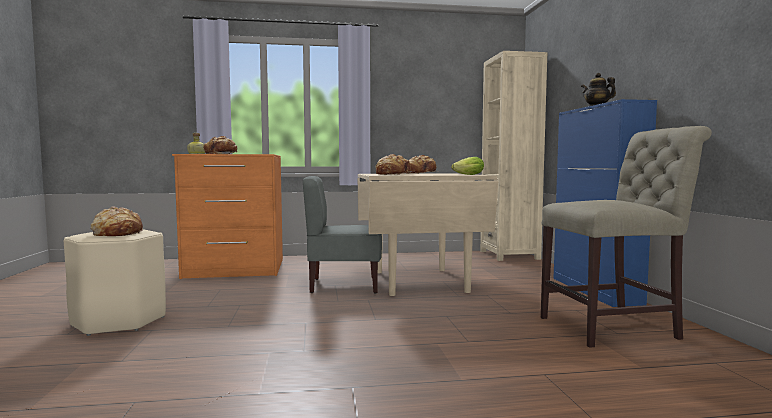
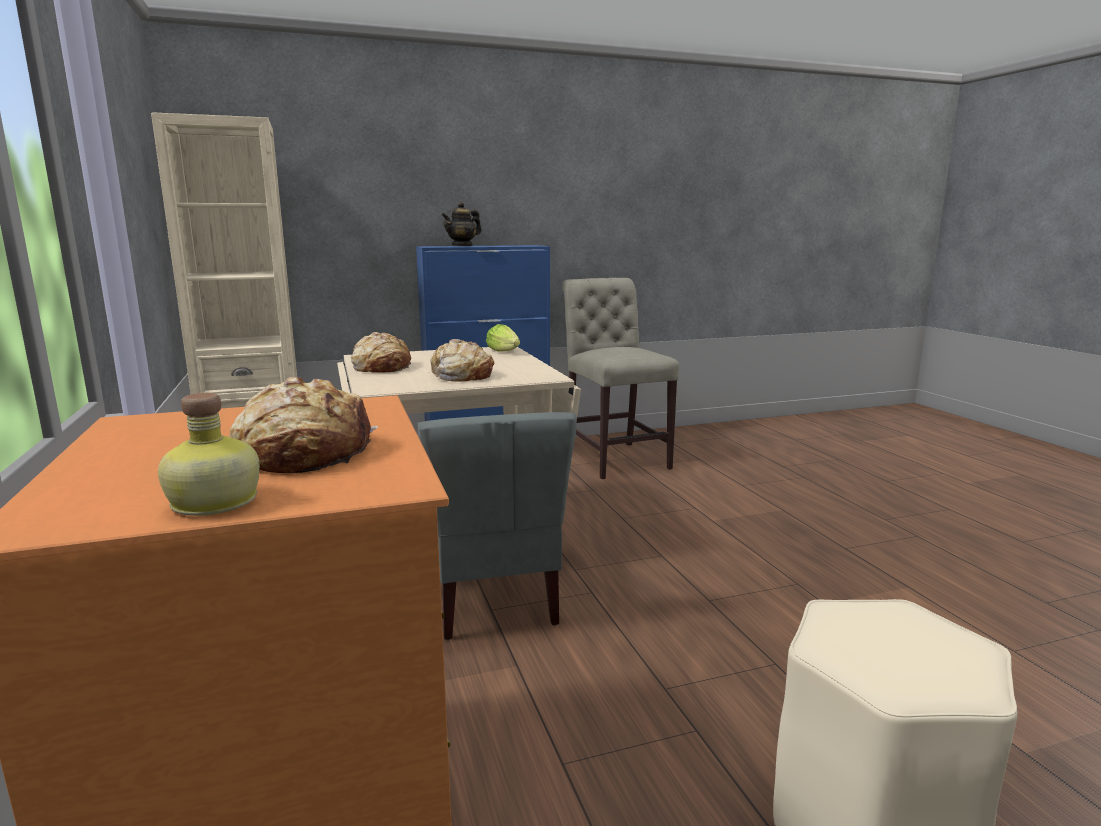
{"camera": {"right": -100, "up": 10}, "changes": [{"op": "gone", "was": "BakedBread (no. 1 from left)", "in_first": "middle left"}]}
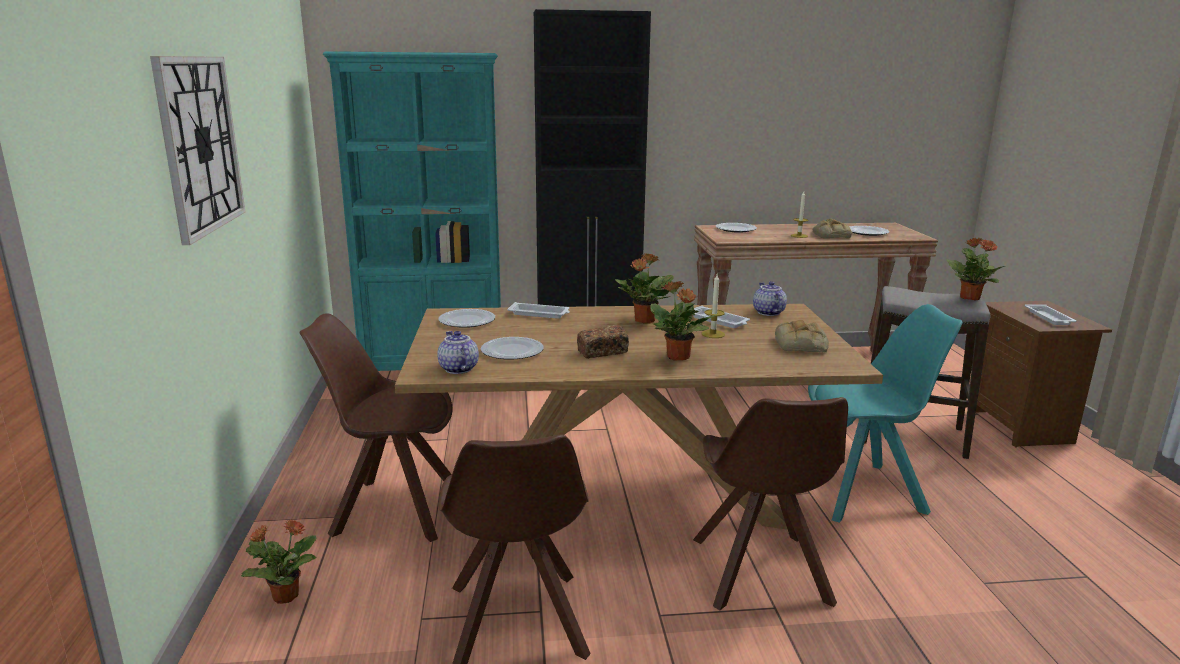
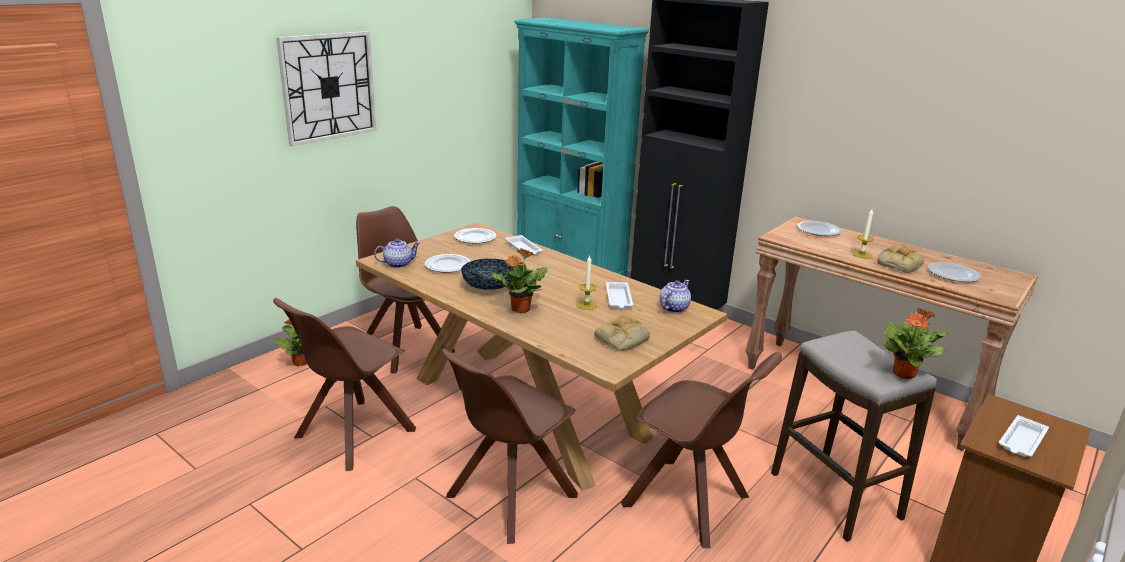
{"camera": {"right": 45, "up": 5}, "changes": [{"op": "gone", "was": "PottedPlant (no. 2 from left)", "in_first": "centre"}, {"op": "swapped", "was": "BakedBread (no. 1 from left)", "now": "DeepDish", "in_first": "centre", "in_second": "centre"}, {"op": "repainted", "was": "BlueGreenUprightChair", "now": "BrownUprightChair (no. 4 from left)", "in_first": "middle right", "in_second": "bottom centre"}, {"op": "rotated", "was": "PotForTea (no. 1 from left)", "in_first": "centre", "in_second": "centre", "clockwise": 45}]}
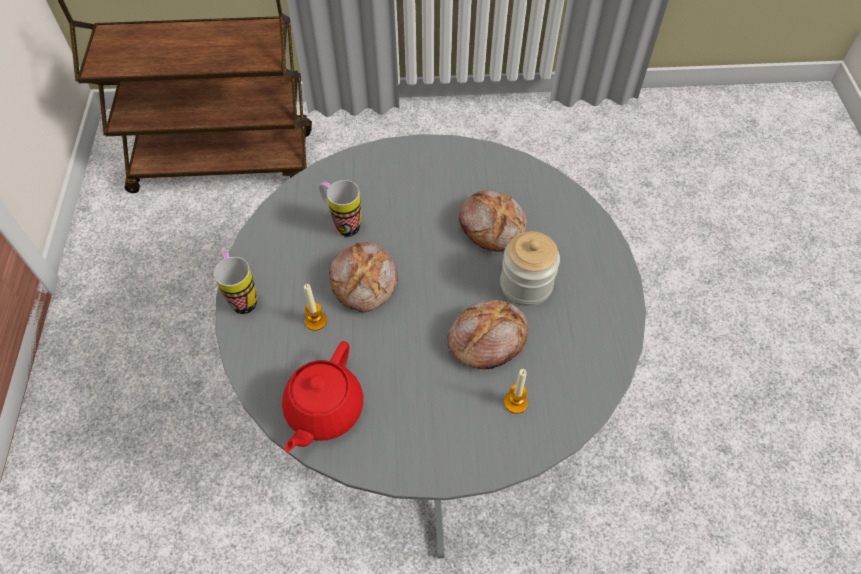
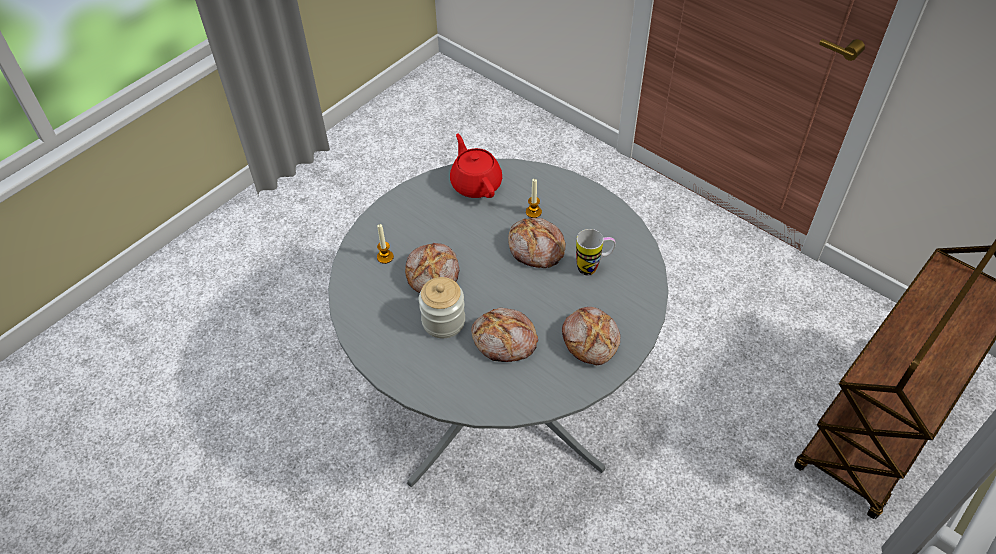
{"camera": {"right": 135, "up": -5}, "changes": [{"op": "gone", "was": "CoffeeMug (no. 1 from left)", "in_first": "middle left"}, {"op": "new", "now": "BakedBread (no. 4 from left)", "in_second": "centre"}]}
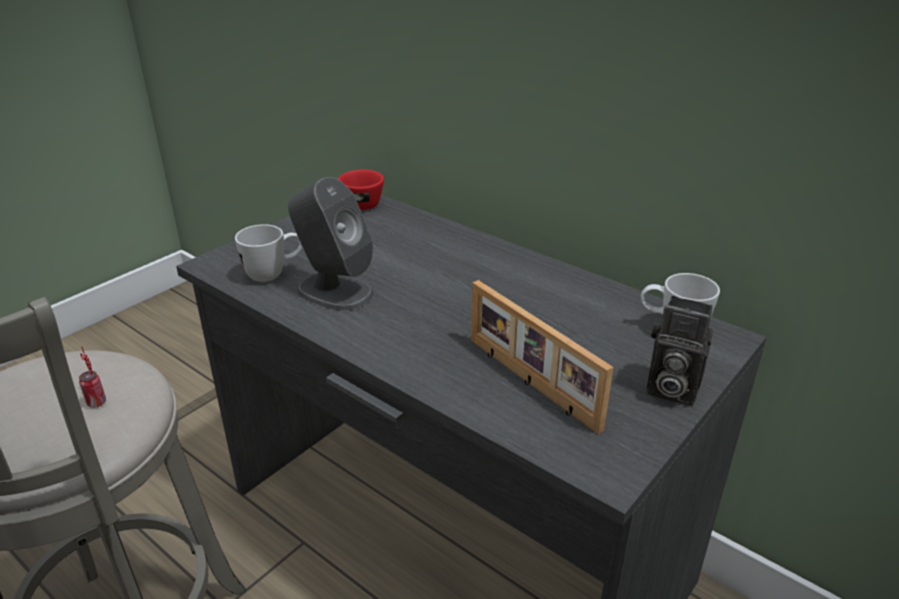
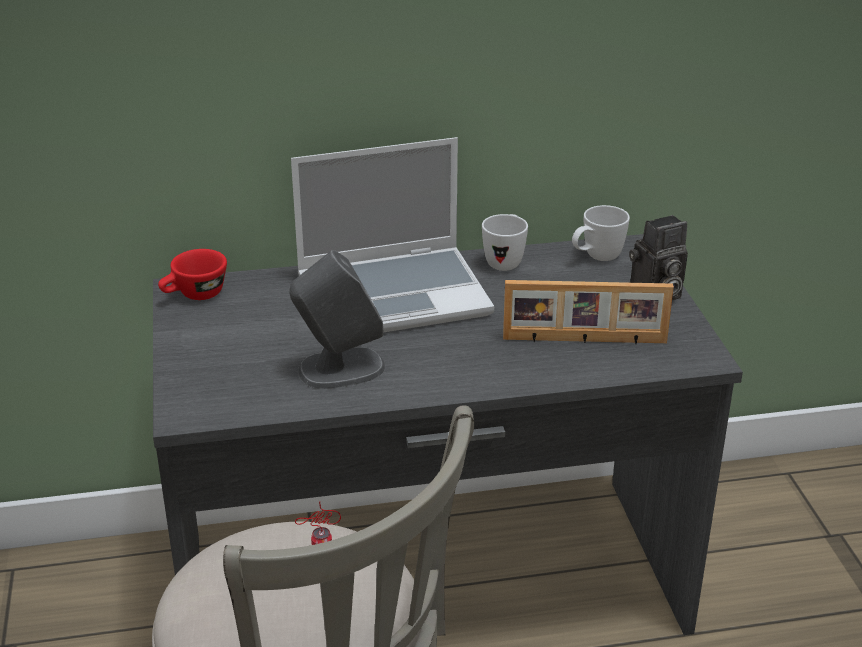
{"camera": {"right": -50, "up": 0}, "changes": [{"op": "new", "now": "NotebookComputer", "in_second": "centre"}, {"op": "shifted", "was": "WhiteCoffeeMug (no. 1 from left)", "in_first": "middle left", "in_second": "centre"}]}
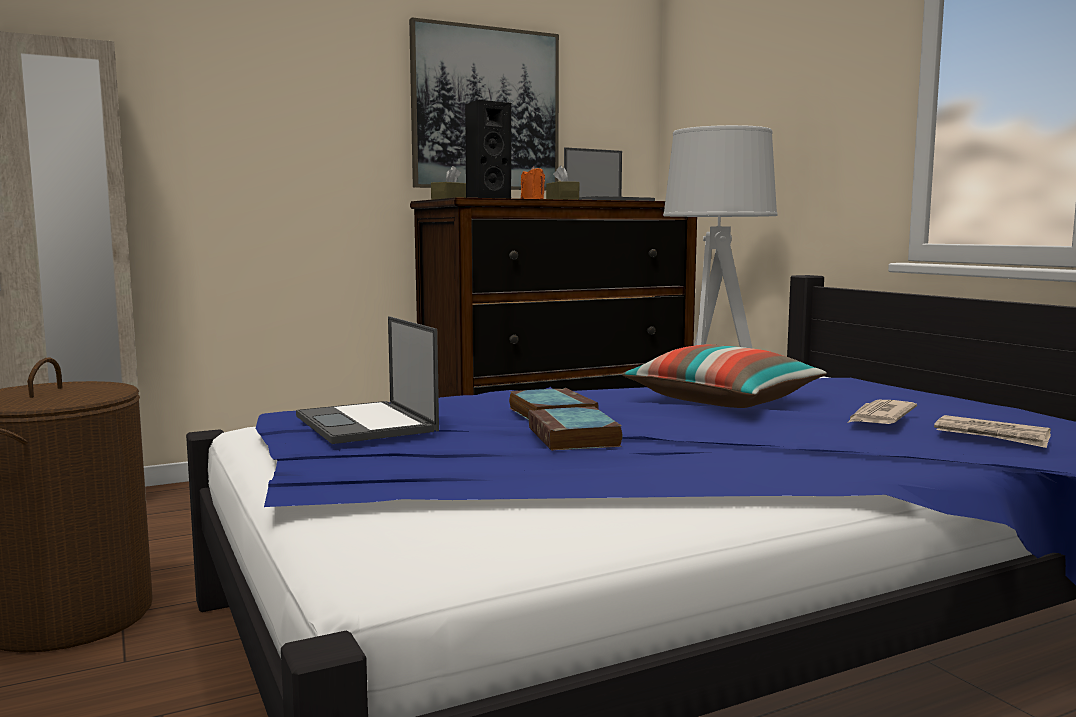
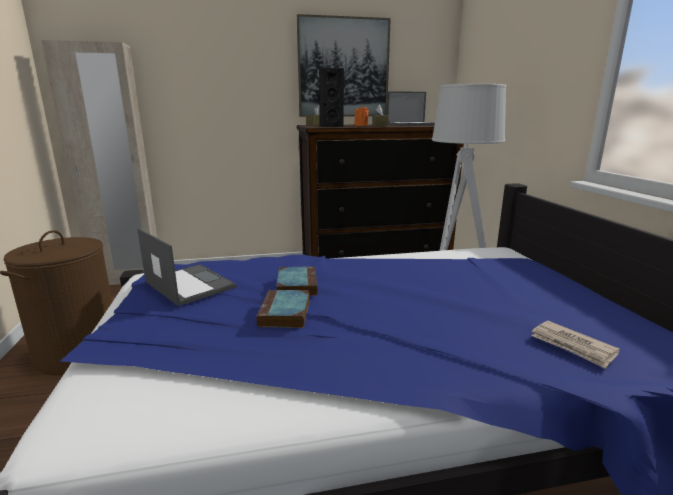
{"camera": {"right": 15, "up": 10}, "changes": [{"op": "gone", "was": "Pillow", "in_first": "middle right"}, {"op": "gone", "was": "Newspaper (no. 1 from left)", "in_first": "middle right"}, {"op": "rotated", "was": "NotebookComputer (no. 1 from left)", "in_first": "centre", "in_second": "middle left", "clockwise": 150}]}
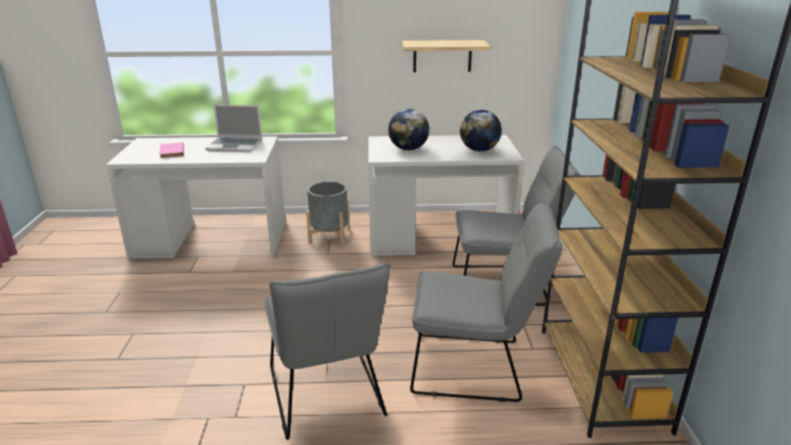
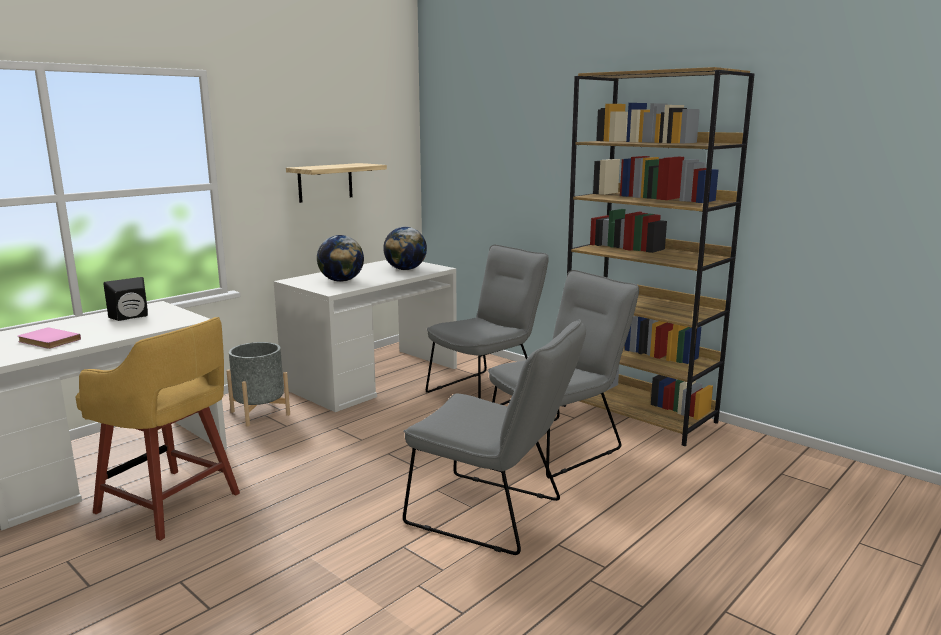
{"camera": {"right": -45, "up": -10}, "changes": [{"op": "new", "now": "YellowColouredStool", "in_second": "bottom left"}, {"op": "swapped", "was": "NotebookComputer", "now": "BlackAudioSpeaker", "in_first": "top left", "in_second": "middle left"}]}
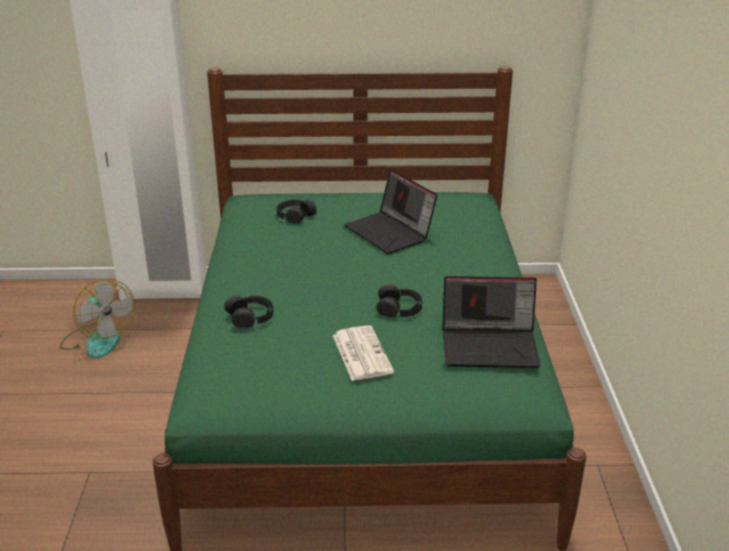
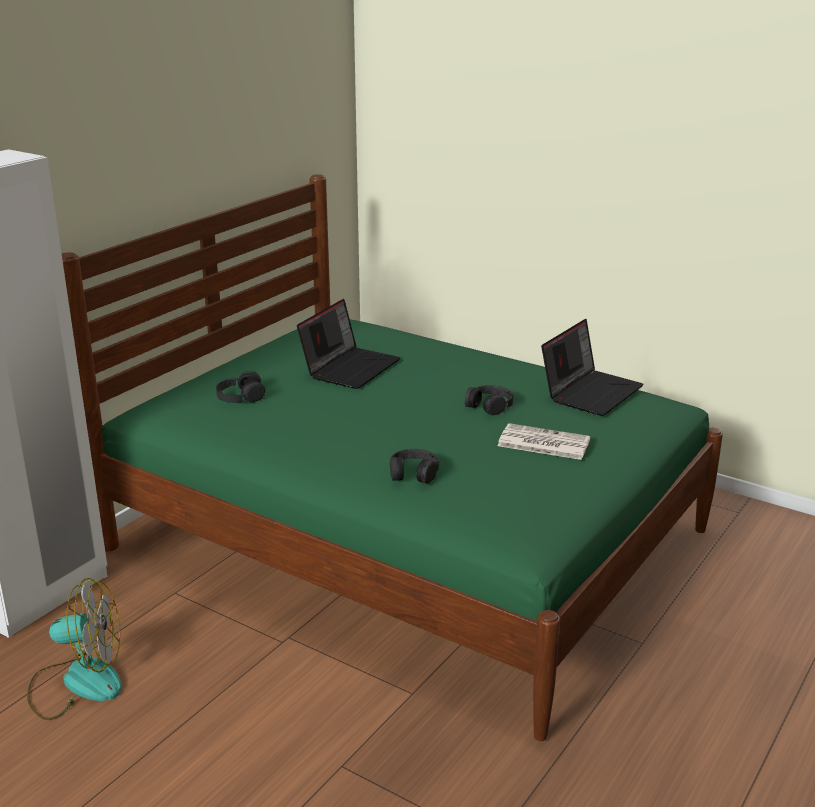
{"camera": {"right": -55, "up": -5}, "changes": [{"op": "rotated", "was": "NotebookComputer (no. 1 from left)", "in_first": "centre", "in_second": "centre", "clockwise": -60}]}
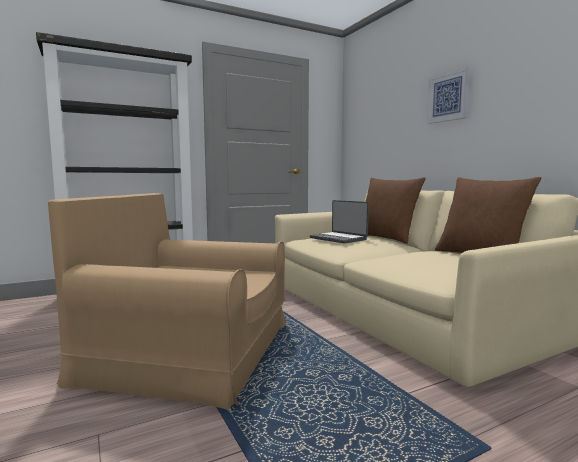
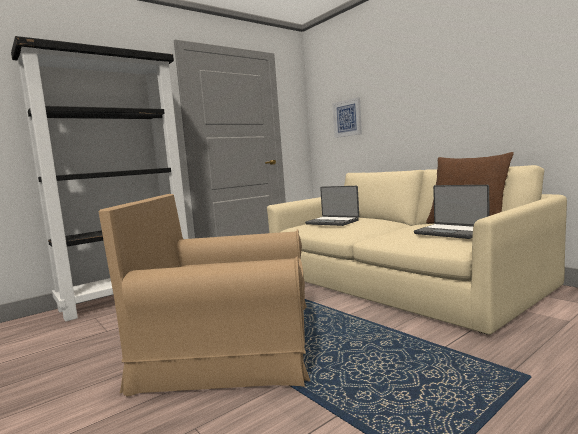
{"camera": {"right": -10, "up": 0}, "changes": [{"op": "gone", "was": "BrownPillow (no. 1 from left)", "in_first": "middle right"}, {"op": "new", "now": "NotebookComputer (no. 2 from left)", "in_second": "middle right"}, {"op": "shifted", "was": "Picture", "in_first": "top right", "in_second": "top centre"}]}
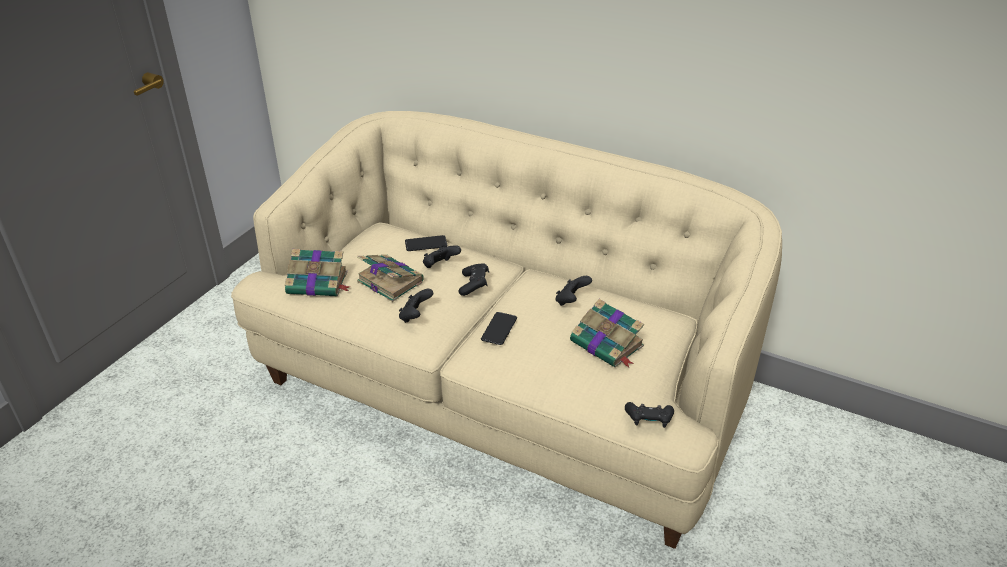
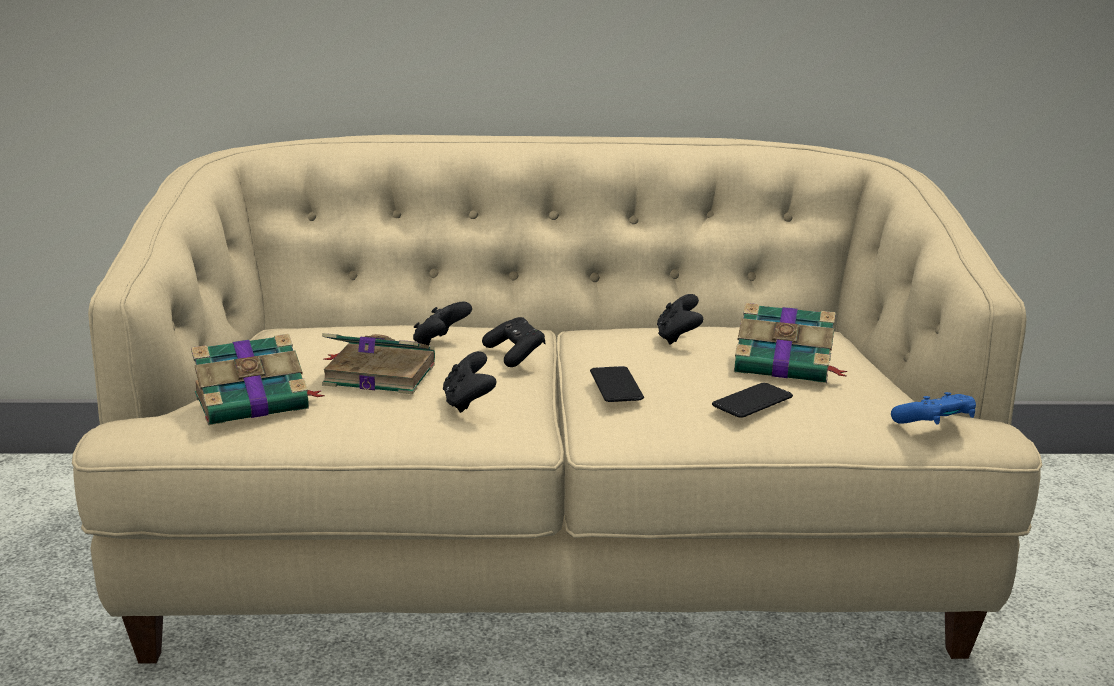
{"camera": {"right": -30, "up": -15}, "changes": [{"op": "shifted", "was": "Telephone (no. 1 from left in the first image)", "now": "Telephone (no. 2 from left)", "in_first": "centre", "in_second": "middle right"}, {"op": "repainted", "was": "BlackJoypad (no. 5 from left)", "now": "BlueJoypad", "in_first": "bottom centre", "in_second": "middle right"}]}
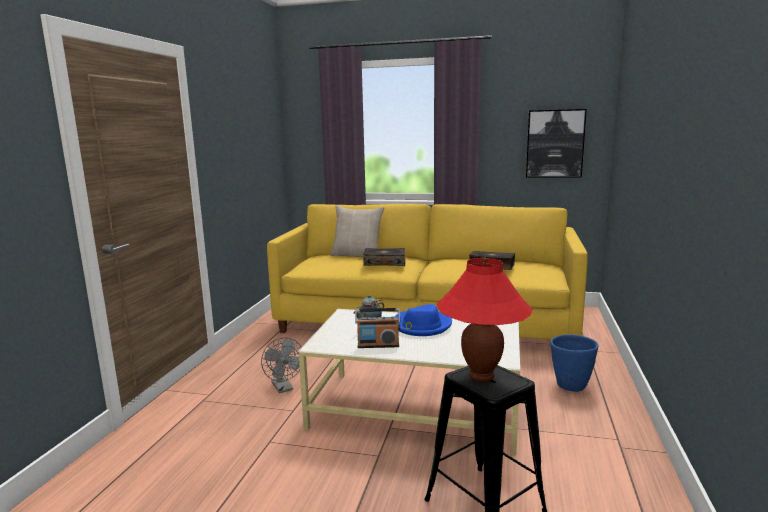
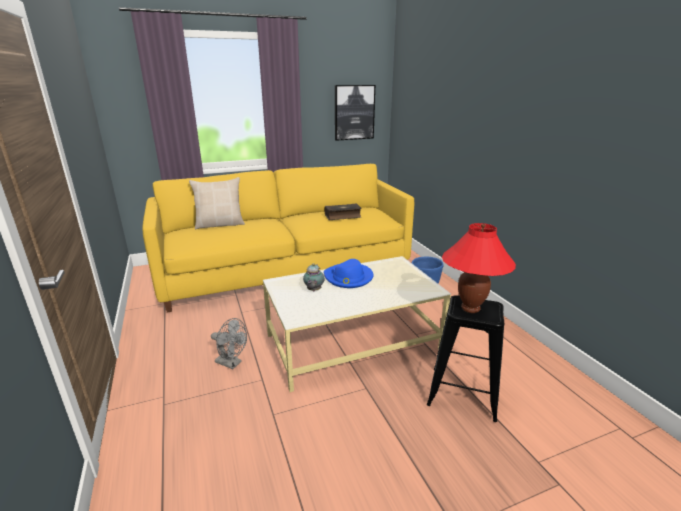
{"camera": {"right": -35, "up": 10}, "changes": [{"op": "gone", "was": "Radio", "in_first": "centre"}, {"op": "gone", "was": "Book (no. 1 from left)", "in_first": "centre"}]}
